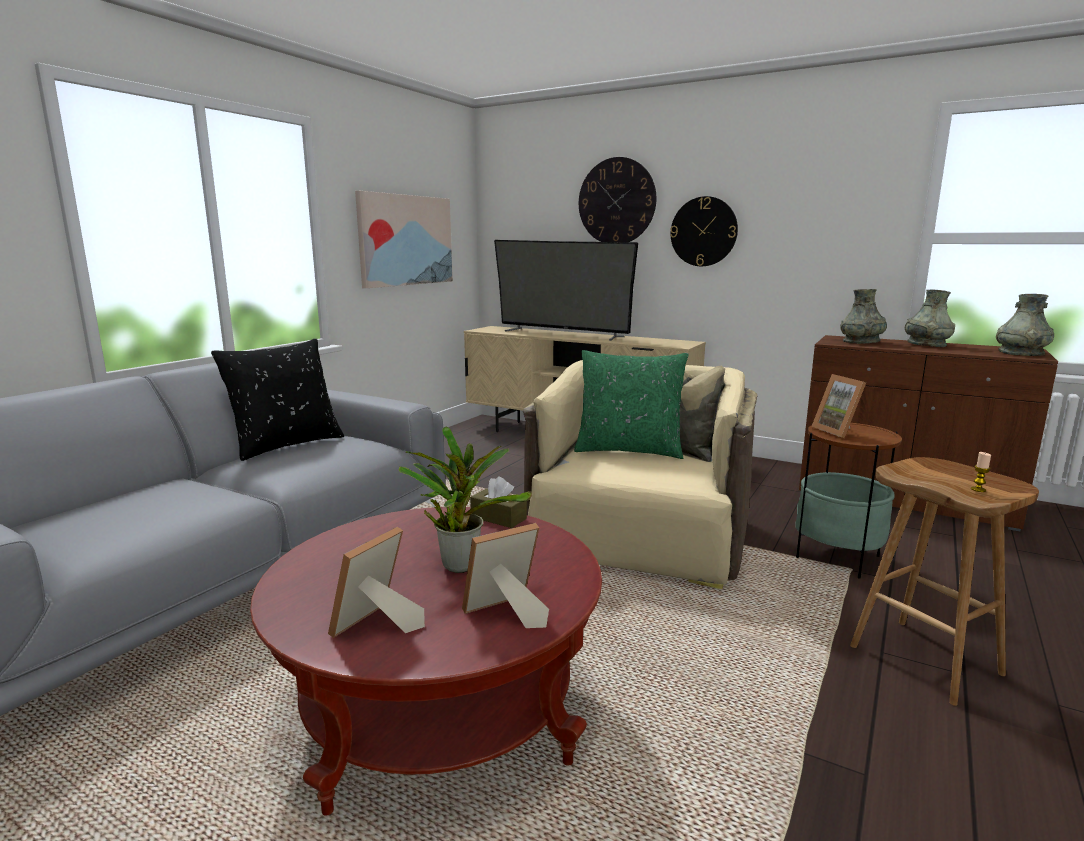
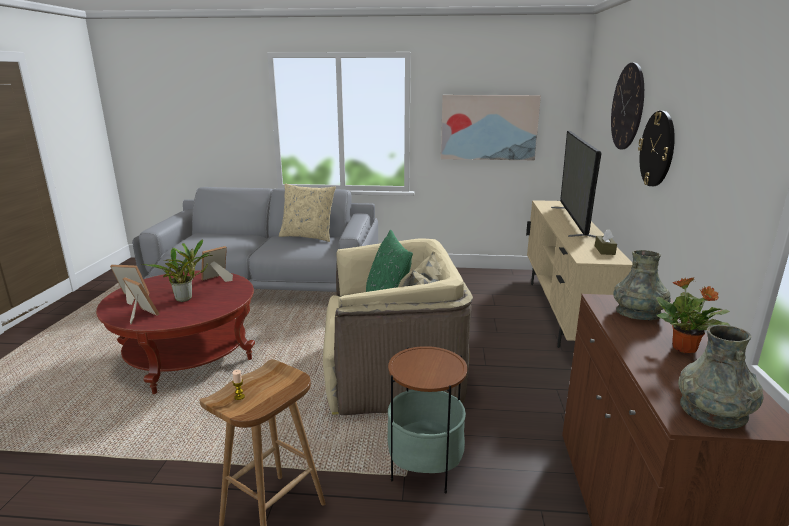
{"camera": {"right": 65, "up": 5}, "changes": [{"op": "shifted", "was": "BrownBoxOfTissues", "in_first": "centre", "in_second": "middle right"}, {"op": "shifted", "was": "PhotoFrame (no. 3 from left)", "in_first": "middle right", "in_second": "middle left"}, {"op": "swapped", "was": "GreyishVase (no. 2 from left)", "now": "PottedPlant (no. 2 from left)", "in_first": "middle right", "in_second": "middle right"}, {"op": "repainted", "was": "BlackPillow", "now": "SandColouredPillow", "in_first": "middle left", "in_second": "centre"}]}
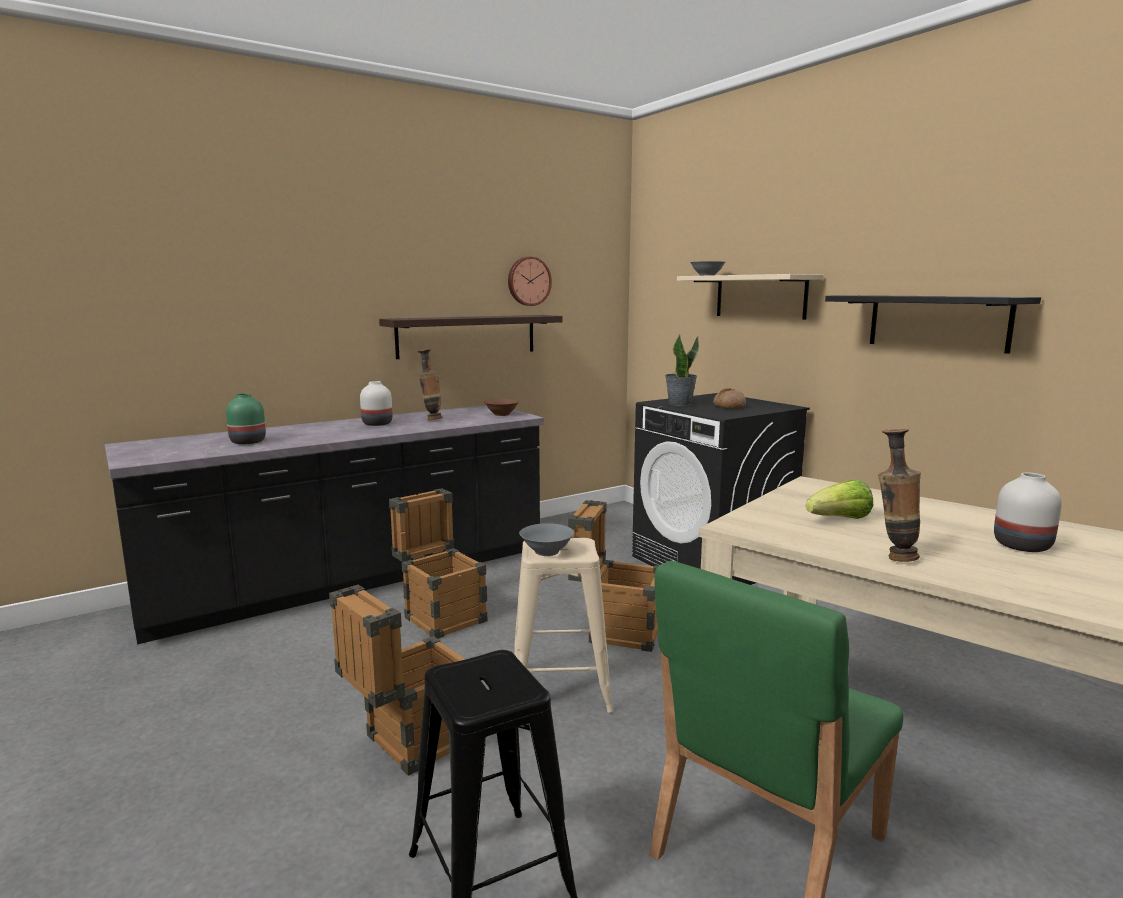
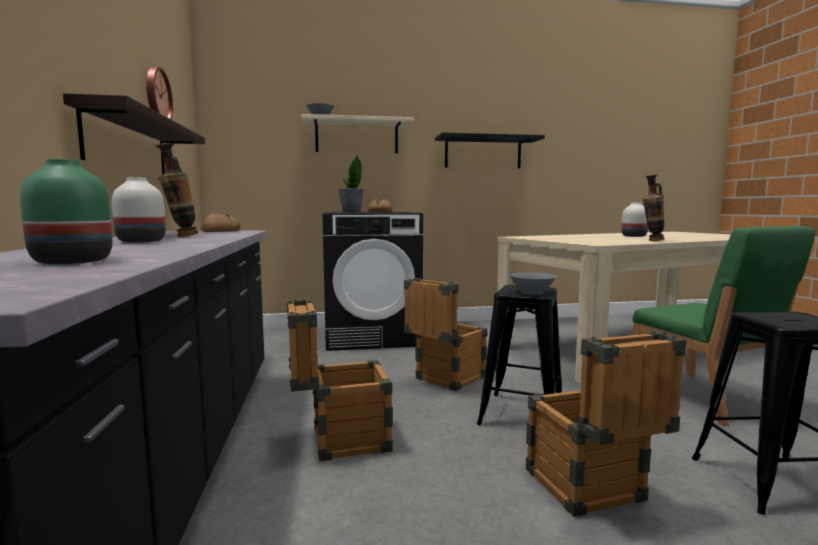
{"camera": {"right": -65, "up": -5}, "changes": [{"op": "gone", "was": "Lettuce", "in_first": "middle right"}, {"op": "swapped", "was": "BrownDeepDish", "now": "BakedBread (no. 1 from left)", "in_first": "centre", "in_second": "middle left"}, {"op": "repainted", "was": "SandColouredStool", "now": "BlackStool (no. 1 from left)", "in_first": "bottom centre", "in_second": "centre"}]}
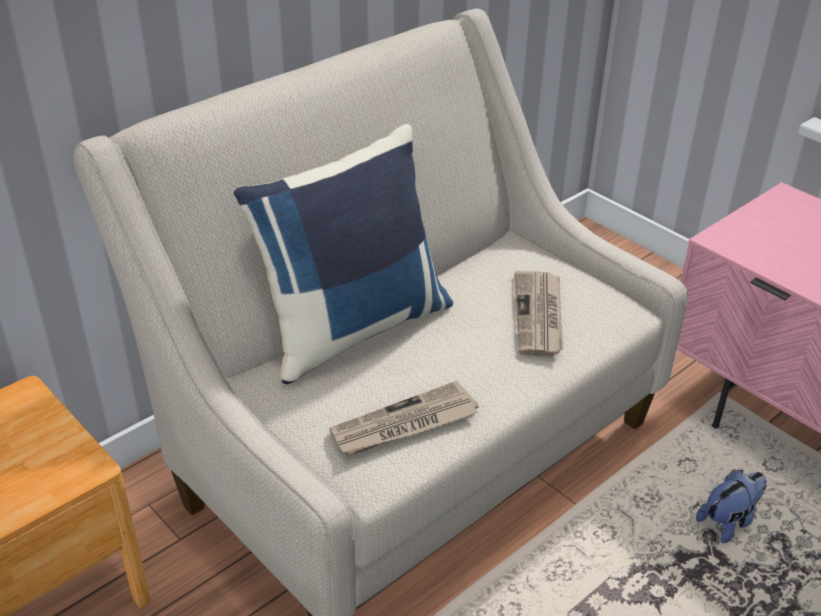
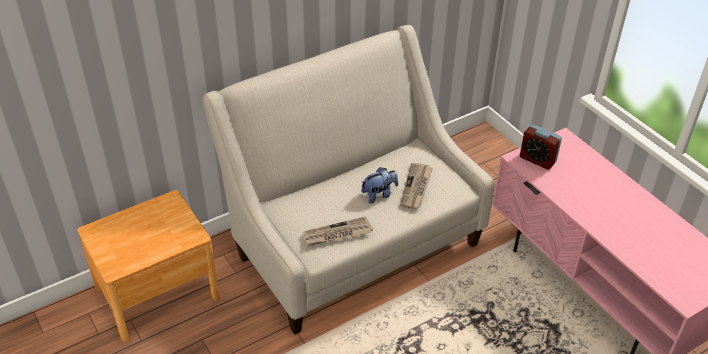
{"camera": {"right": 10, "up": 5}, "changes": [{"op": "gone", "was": "BluePillow", "in_first": "centre"}, {"op": "new", "now": "BedsideClock", "in_second": "middle right"}, {"op": "shifted", "was": "CuddlyToy", "in_first": "bottom right", "in_second": "centre"}]}
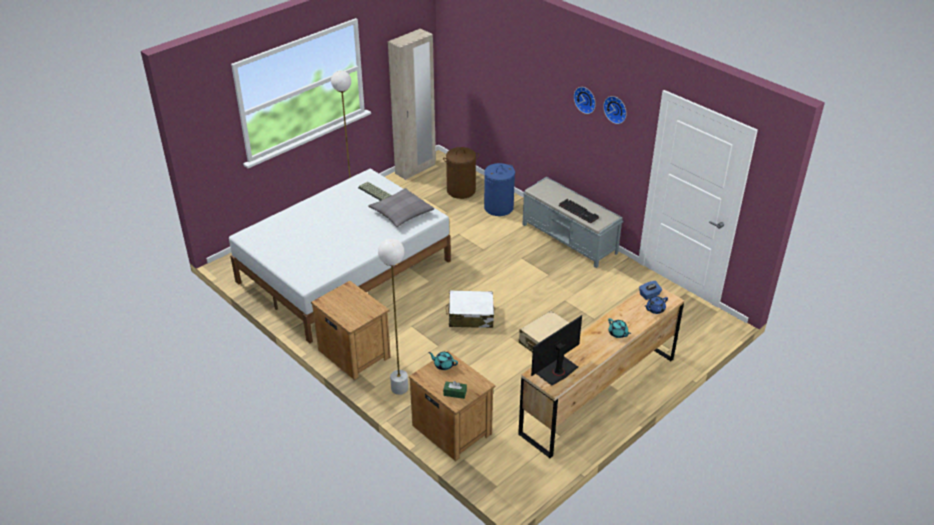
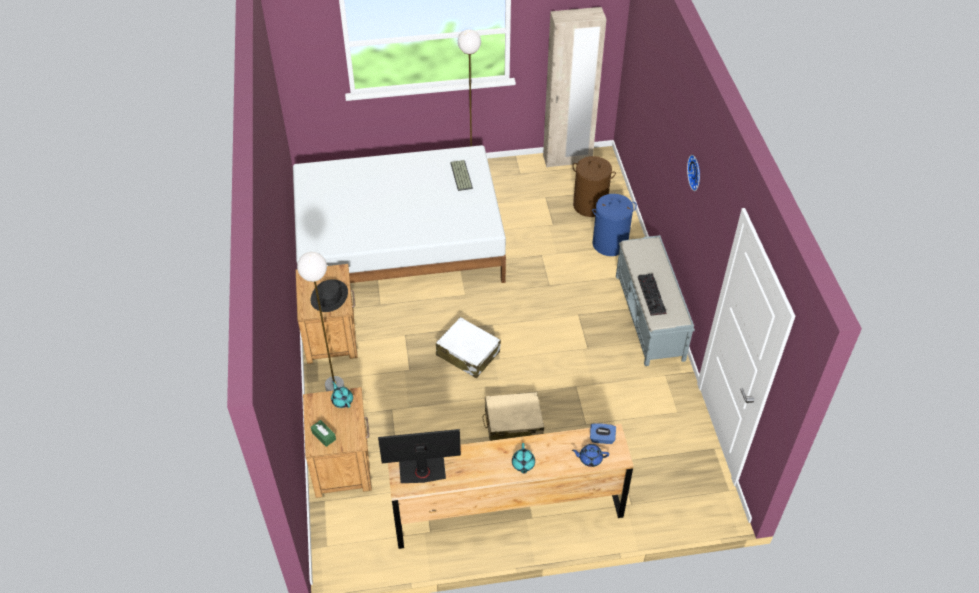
{"camera": {"right": 35, "up": 10}, "changes": [{"op": "gone", "was": "GreyishPillow", "in_first": "centre"}, {"op": "gone", "was": "HangingClock (no. 2 from left)", "in_first": "top centre"}, {"op": "new", "now": "BlackWearableHat", "in_second": "centre"}]}
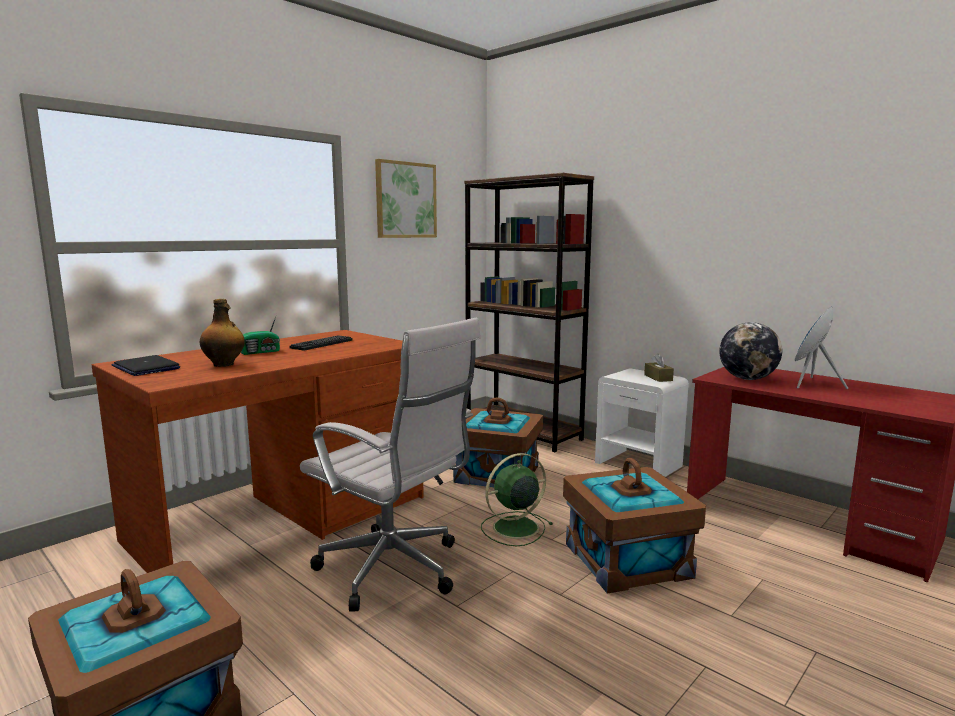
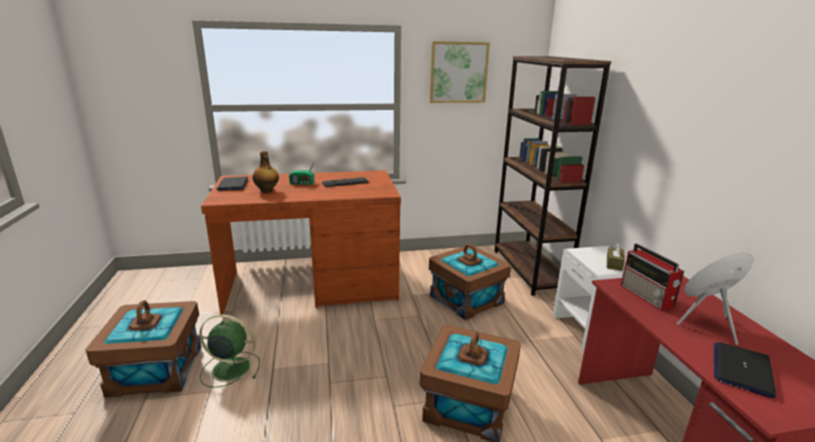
{"camera": {"right": 35, "up": 10}, "changes": [{"op": "gone", "was": "WhiteOfficeChair", "in_first": "centre"}, {"op": "new", "now": "NotebookComputer (no. 2 from left)", "in_second": "bottom right"}, {"op": "shifted", "was": "GreenColouredElectricFan", "in_first": "bottom centre", "in_second": "bottom left"}, {"op": "swapped", "was": "WorldGlobe", "now": "Radio (no. 2 from left)", "in_first": "middle right", "in_second": "middle right"}]}
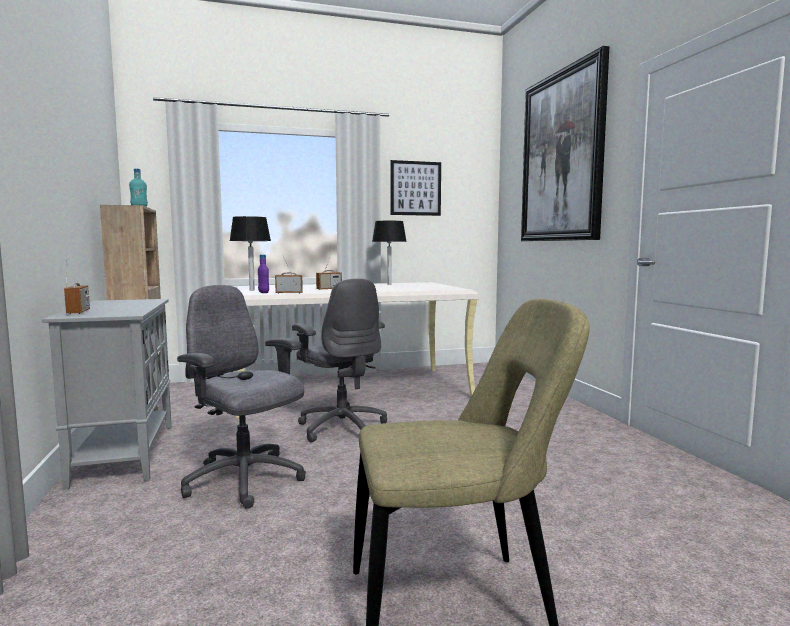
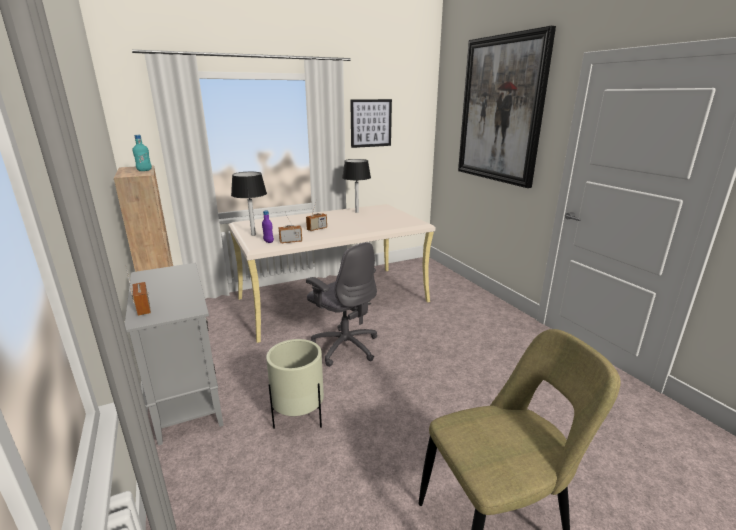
{"camera": {"right": -10, "up": 15}, "changes": [{"op": "swapped", "was": "GreyishOfficeChair (no. 1 from left)", "now": "SandColouredFlowerPot", "in_first": "middle left", "in_second": "bottom centre"}]}
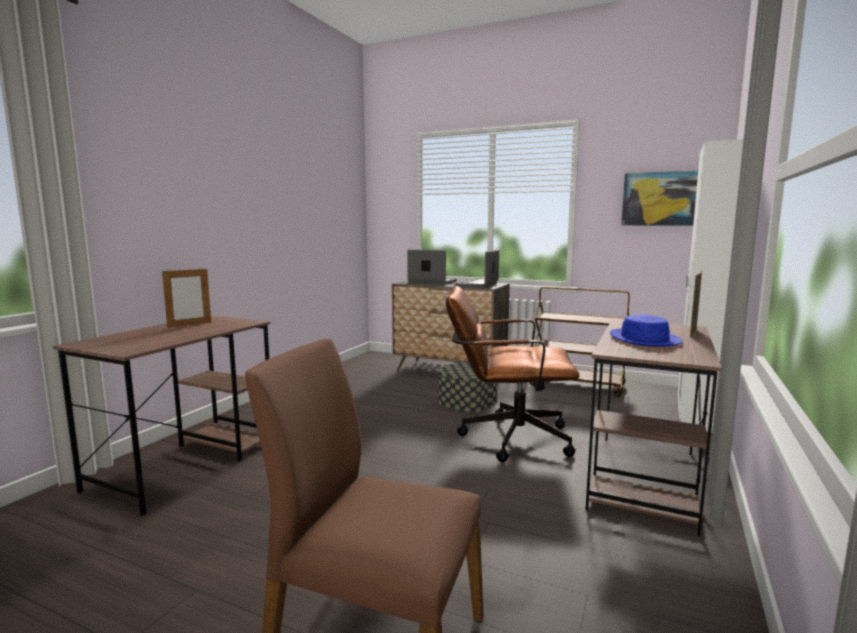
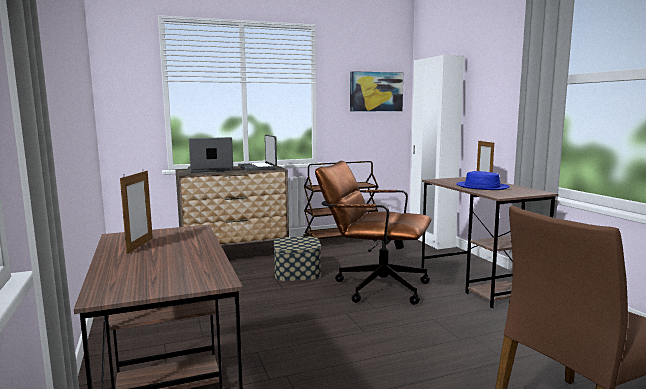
{"camera": {"right": -45, "up": 0}, "changes": [{"op": "rotated", "was": "BrownOfficeChair", "in_first": "centre", "in_second": "centre", "clockwise": 60}]}
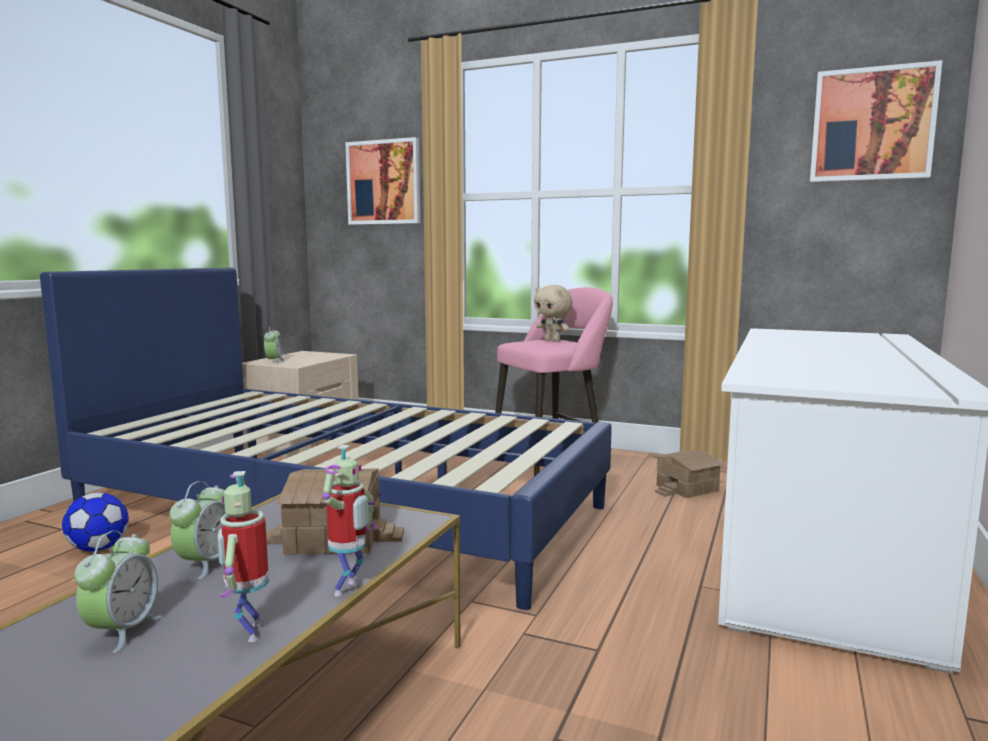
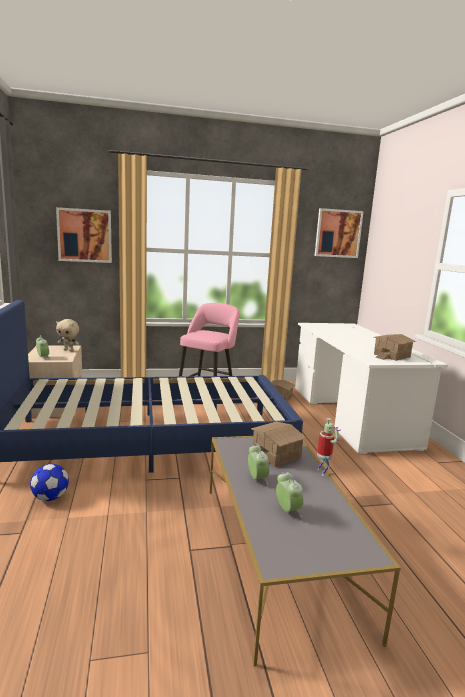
{"camera": {"right": -35, "up": 5}, "changes": [{"op": "gone", "was": "ModelRobot (no. 1 from left)", "in_first": "bottom left"}, {"op": "new", "now": "MiniatureHouse (no. 3 from left)", "in_second": "middle right"}, {"op": "shifted", "was": "SandColouredCuddlyToy", "in_first": "centre", "in_second": "middle left"}]}
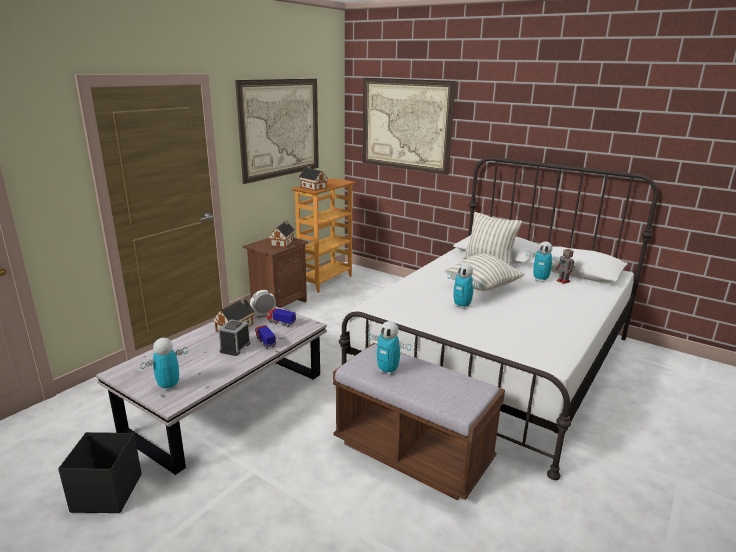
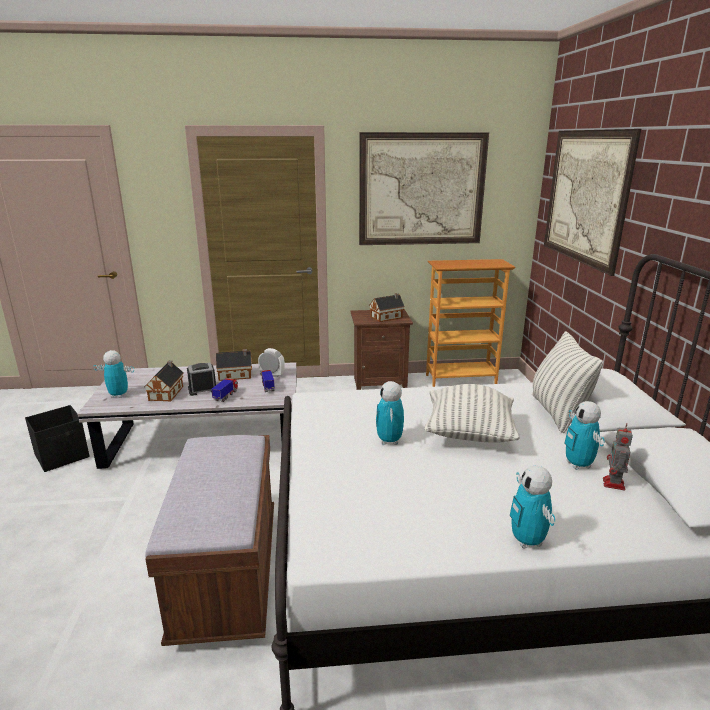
{"camera": {"right": 50, "up": 0}, "changes": [{"op": "shifted", "was": "MiniatureHouse (no. 3 from left in the first image)", "now": "MiniatureHouse (no. 1 from left)", "in_first": "top centre", "in_second": "middle left"}, {"op": "shifted", "was": "ModelRobot (no. 2 from left in the first image)", "now": "ModelRobot (no. 3 from left)", "in_first": "centre", "in_second": "bottom right"}]}
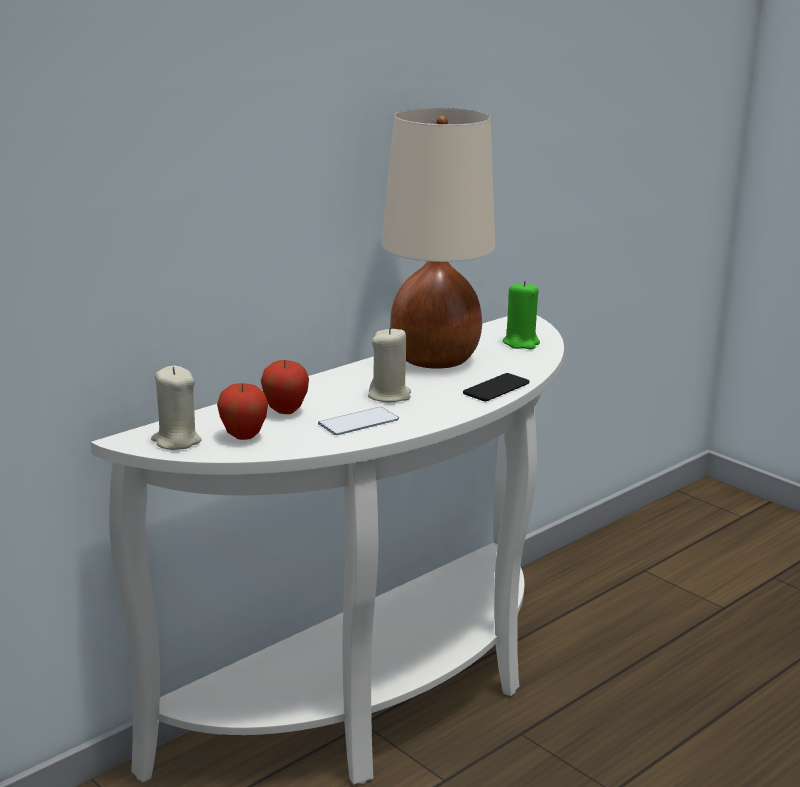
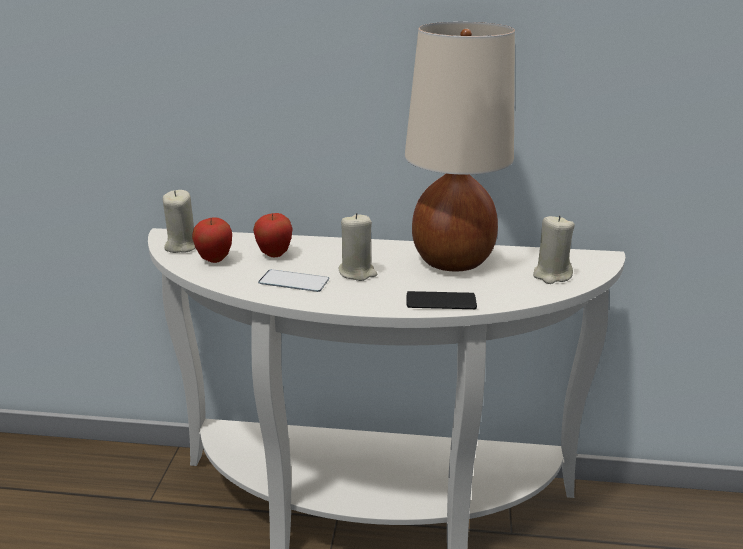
{"camera": {"right": 50, "up": 5}, "changes": [{"op": "repainted", "was": "GreenColouredWaxCandle", "now": "SandColouredWaxCandle (no. 3 from left)", "in_first": "centre", "in_second": "middle right"}]}
